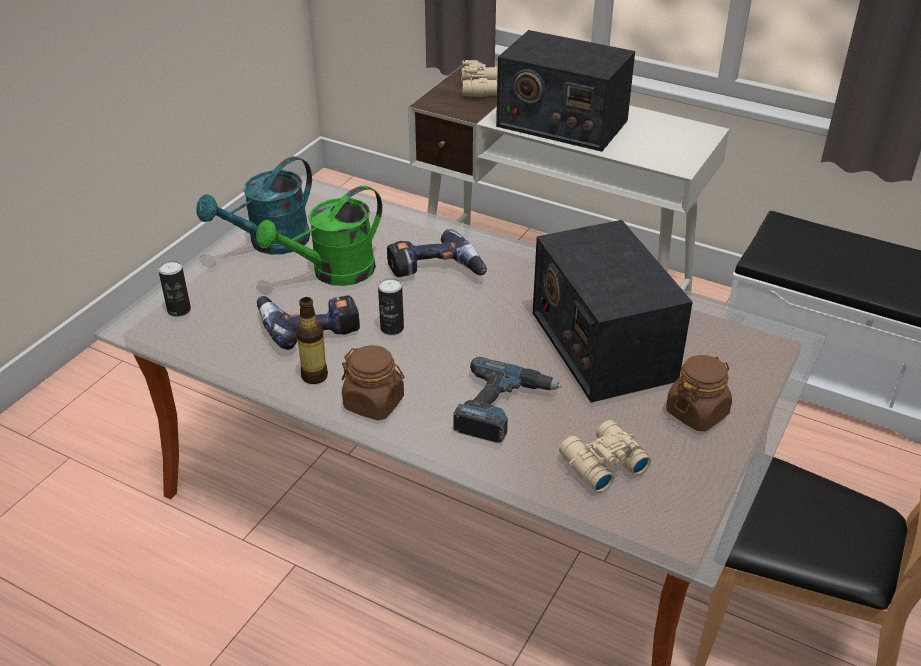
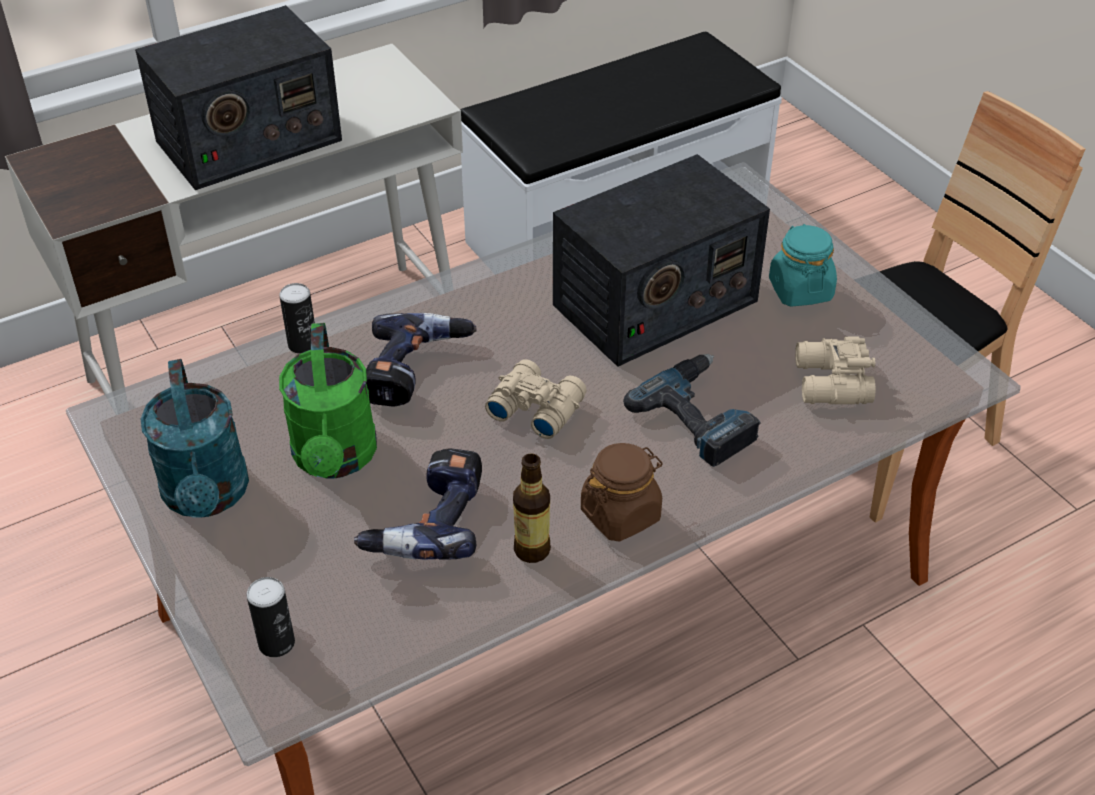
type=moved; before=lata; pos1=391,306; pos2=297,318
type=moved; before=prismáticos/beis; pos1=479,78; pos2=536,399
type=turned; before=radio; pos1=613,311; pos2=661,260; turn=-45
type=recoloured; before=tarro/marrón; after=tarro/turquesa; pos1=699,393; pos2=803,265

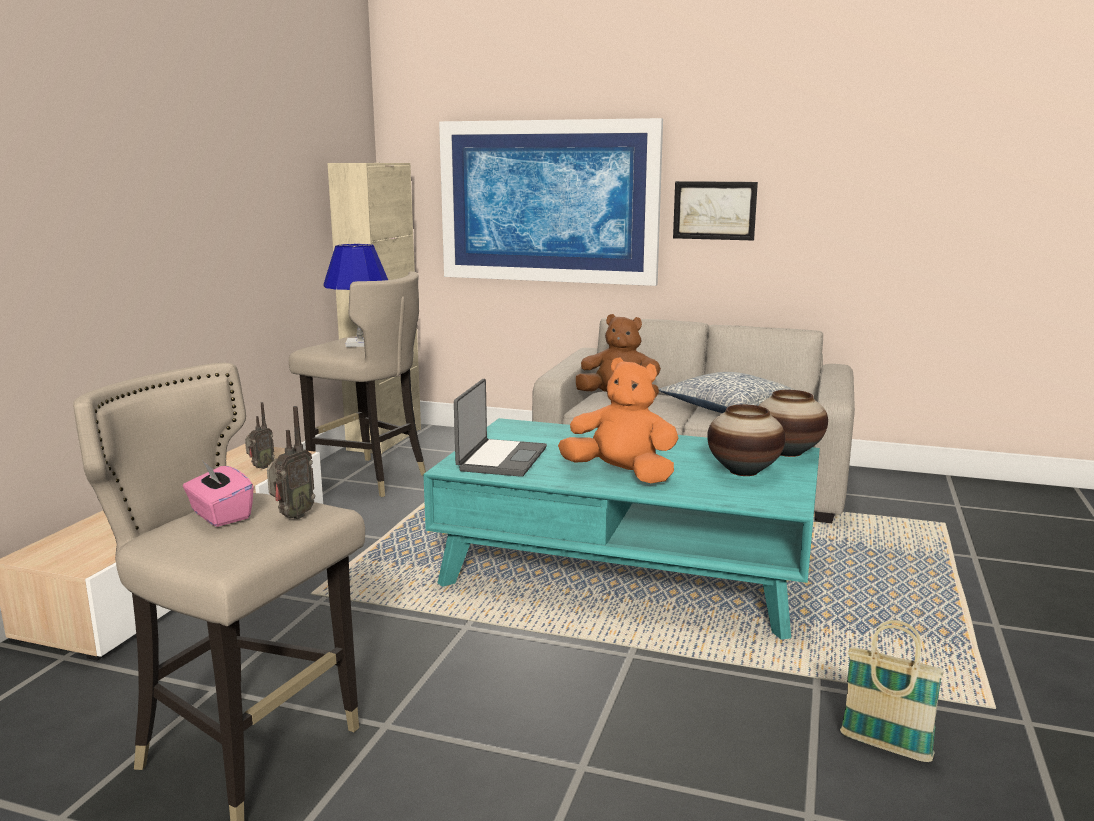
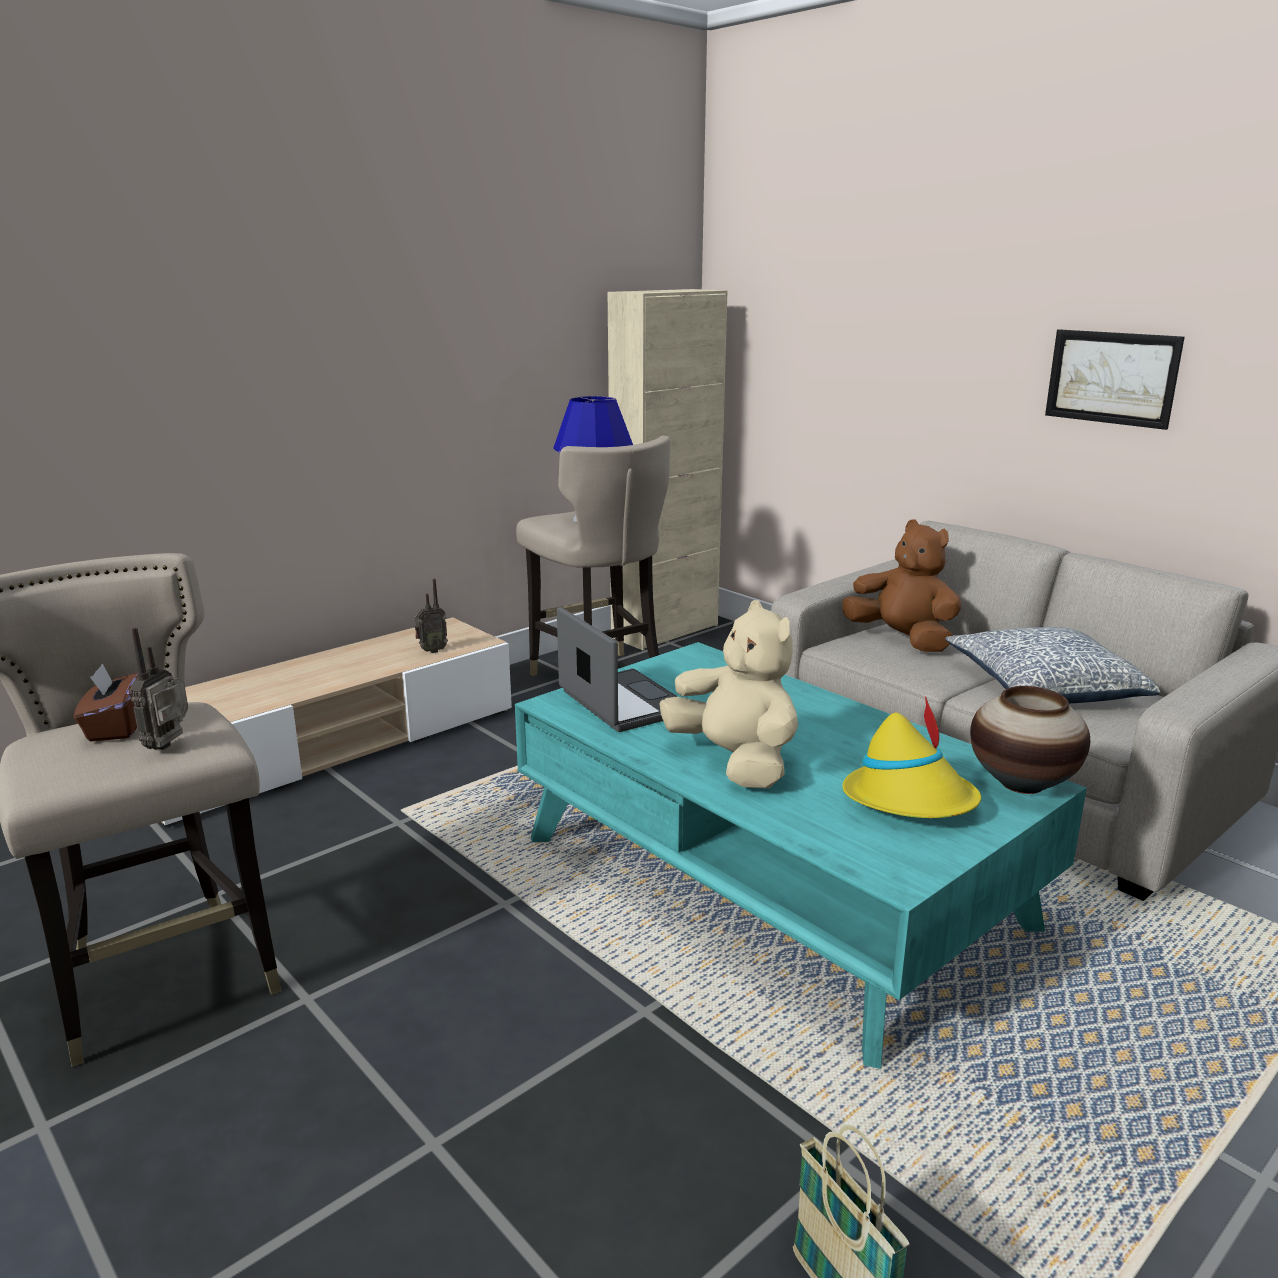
type=recoloured; before=caja de pañuelos/rosa; after=caja de pañuelos/marrón; pos1=218,493; pos2=106,702
type=turned; before=radio; pos1=291,462; pos2=159,688; turn=135
type=turned; before=portátil; pos1=500,428; pos2=617,669; turn=-75
type=recoloured; before=peluche/naranja; after=peluche/beis; pos1=618,420; pos2=729,694
type=replaced; before=florero; after=sombrero/amarillo; pos1=746,440; pos2=911,757
type=removed; before=cuadro; pos1=551,202

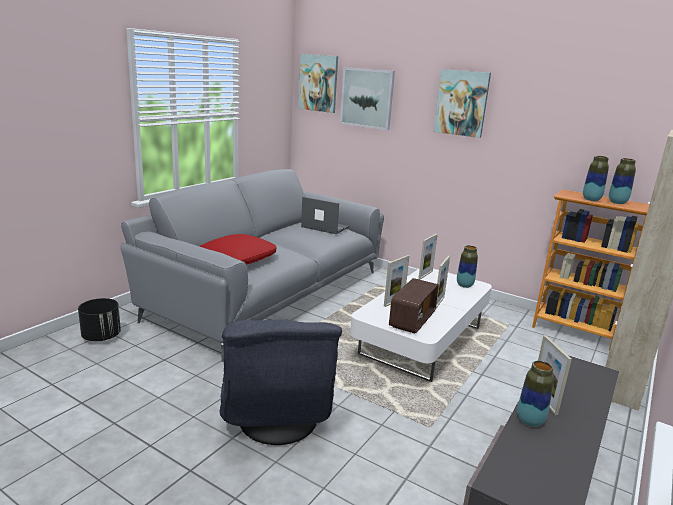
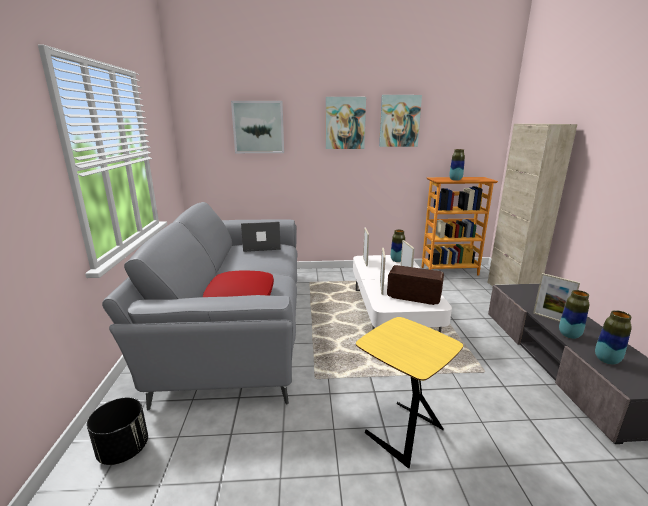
type=replaced; before=sillón/gris; after=mesa auxiliar/amarillo; pos1=280,382; pos2=409,392
type=moved; before=cuadro; pos1=318,83; pos2=400,121
type=turned; before=radio; pos1=414,306; pos2=415,285; turn=-60
type=moved; before=florero; pos1=622,181; pos2=613,337

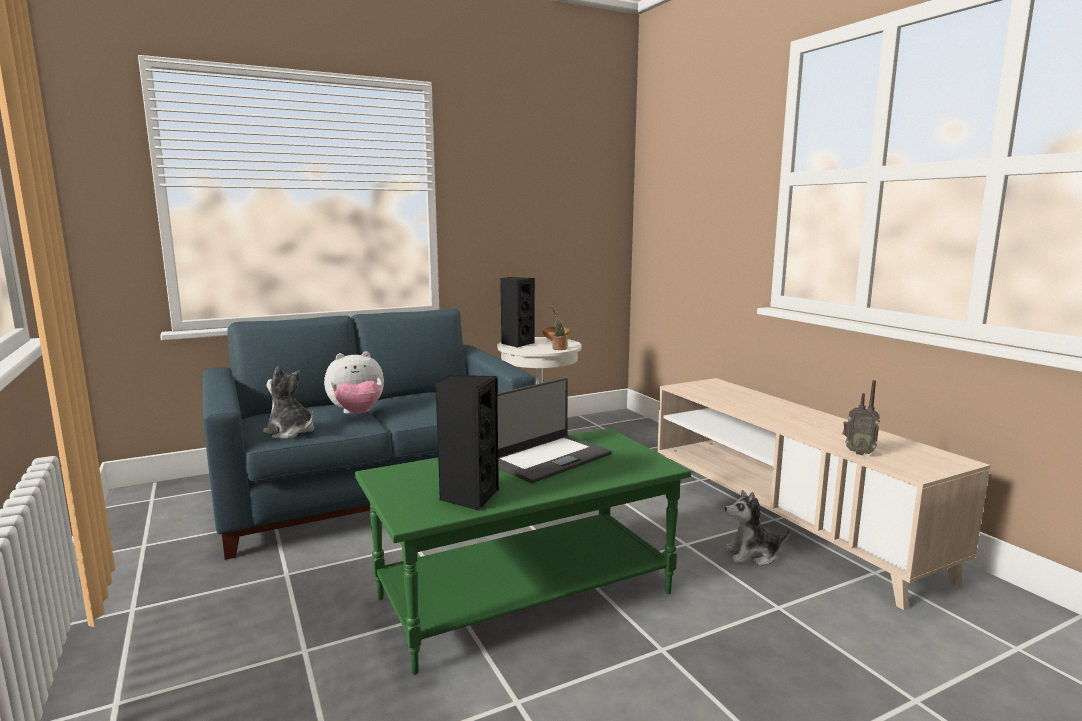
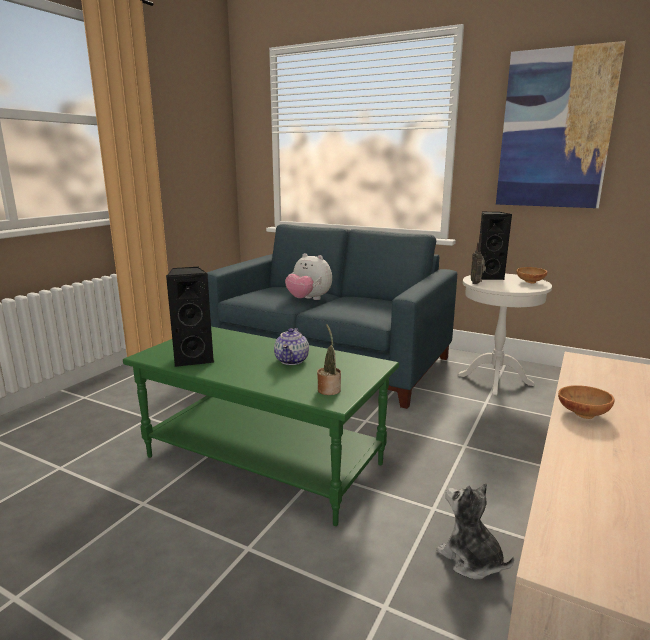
type=replaced; before=portátil; after=tetera; pos1=554,430; pos2=291,346
type=moved; before=planta en maceta; pos1=559,328; pos2=329,359
type=moved; before=radio; pos1=861,417; pos2=478,259
type=added; after=cuadro; pos2=561,124
type=added; after=cuenco/marrón; pos2=586,402
type=removed; before=peluche; pos1=288,402

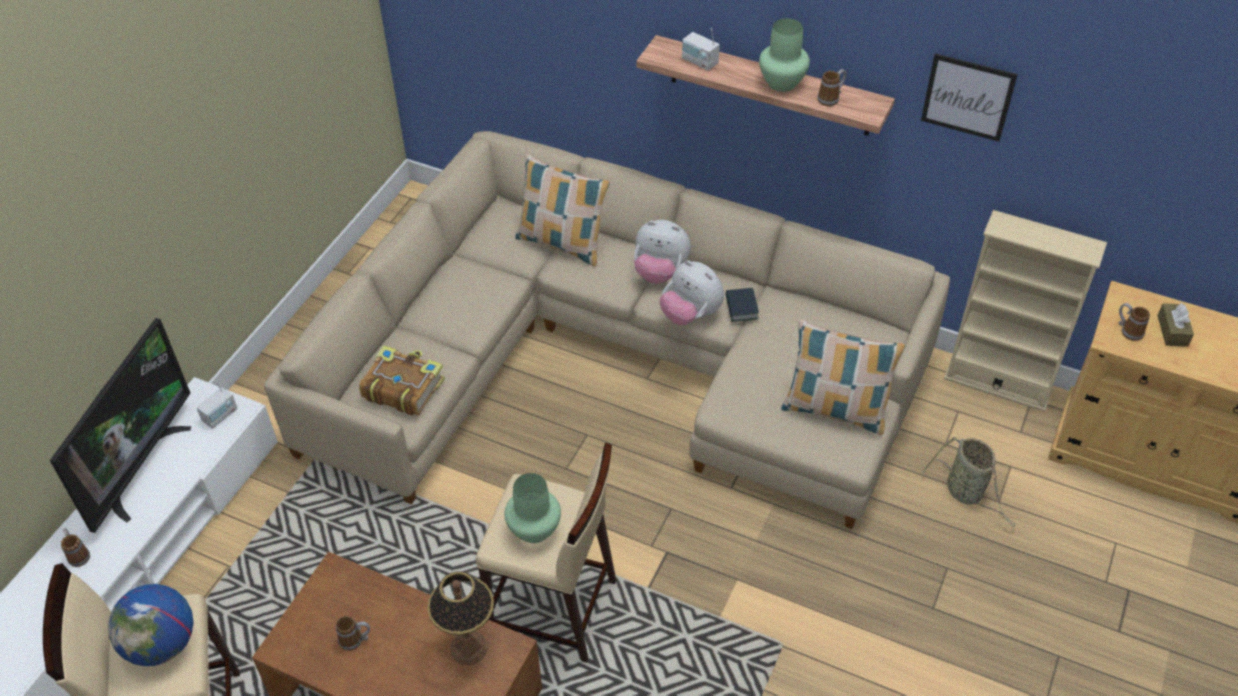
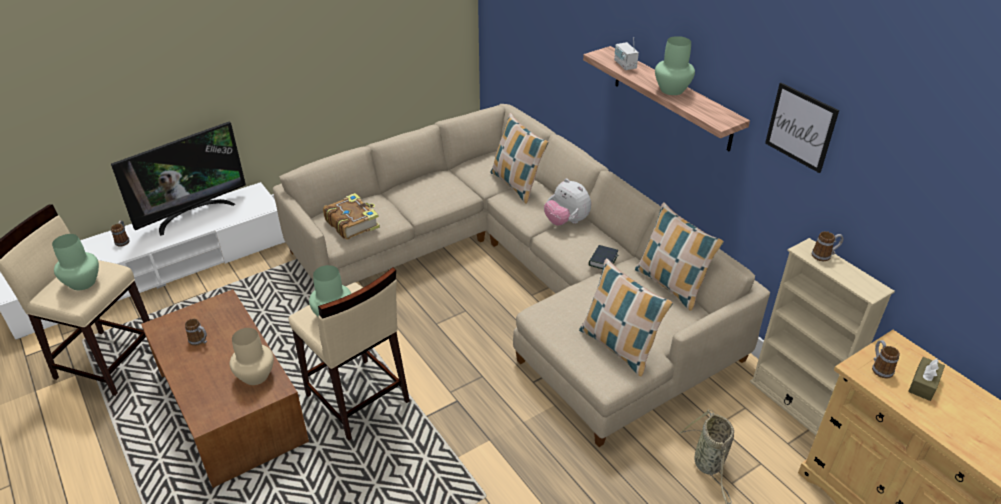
type=replaced; before=globo terráqueo; after=florero/verde; pos1=151,625; pos2=75,262
type=replaced; before=lámpara de mesa; after=florero/beis; pos1=460,618; pos2=252,356
type=added; after=cojín; pos2=679,256
type=moved; before=taza grande; pos1=832,87; pos2=827,246
type=removed; before=radio; pos1=216,405
type=removed; before=peluche; pos1=692,292

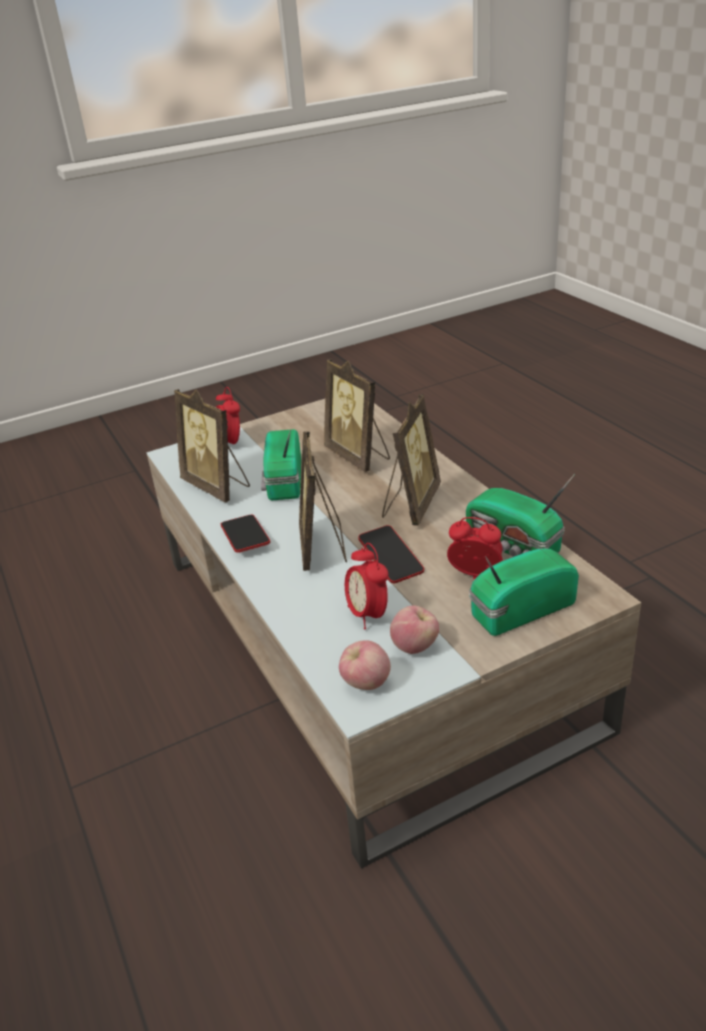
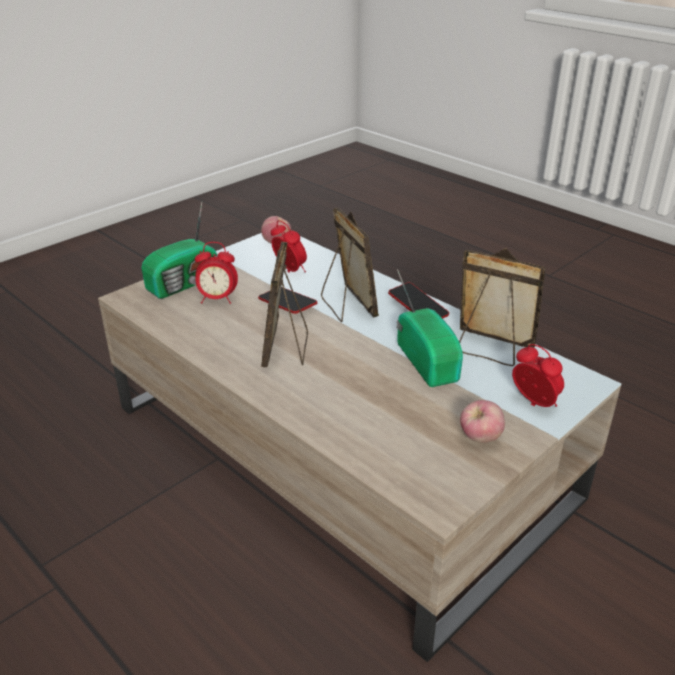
type=moved; before=manzana; pos1=414,629; pos2=482,421
type=removed; before=portarretratos; pos1=357,415
type=removed; before=radio; pos1=520,515

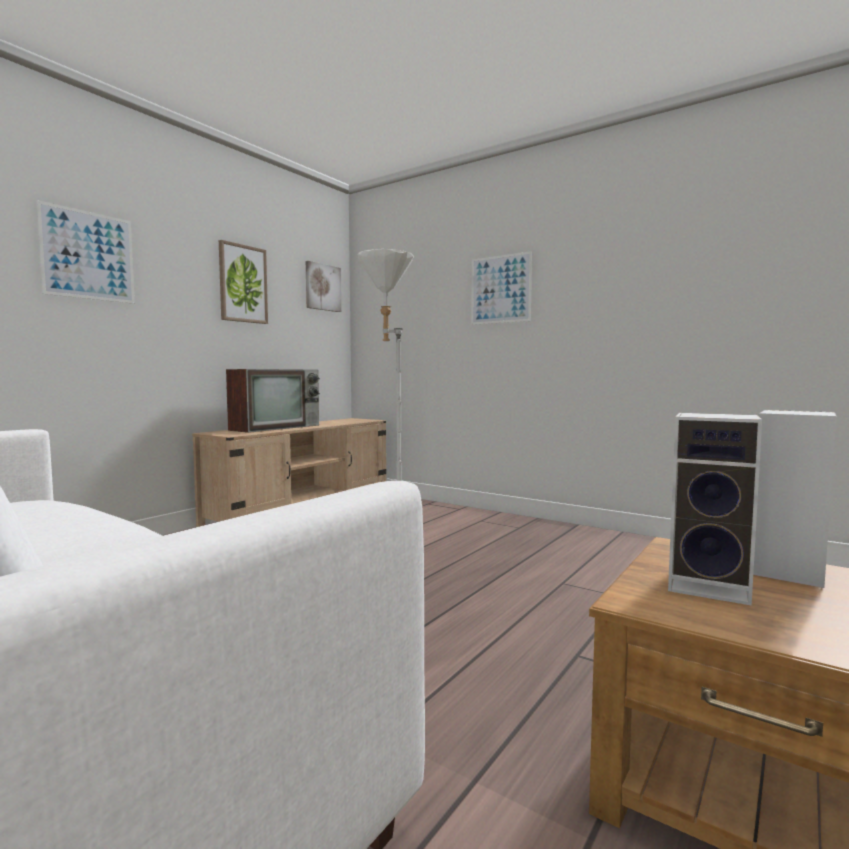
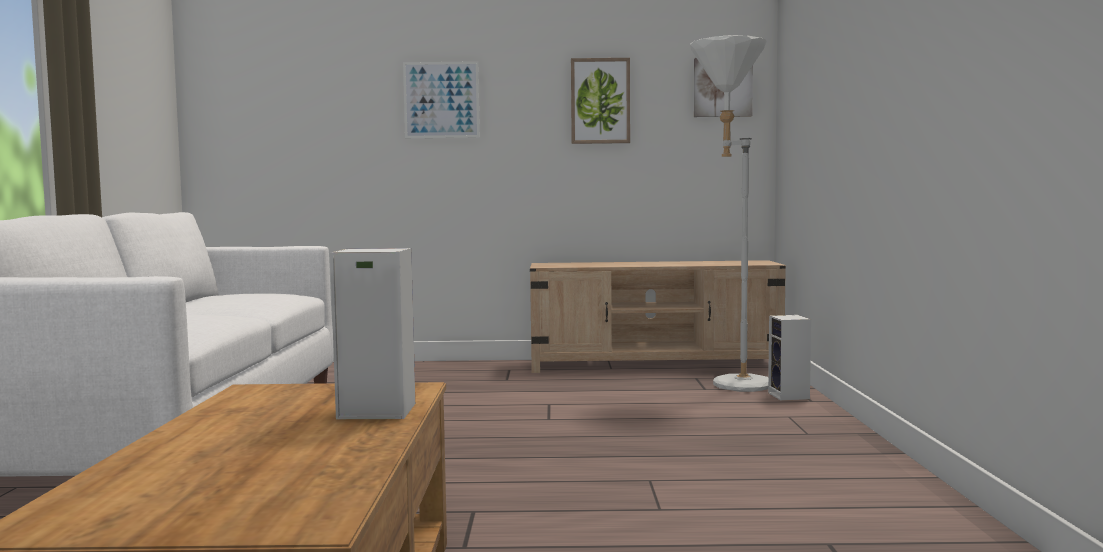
type=moved; before=altavoz; pos1=715,509; pos2=789,358
type=removed; before=televisor; pos1=273,401
type=removed; before=cuadro; pos1=501,288

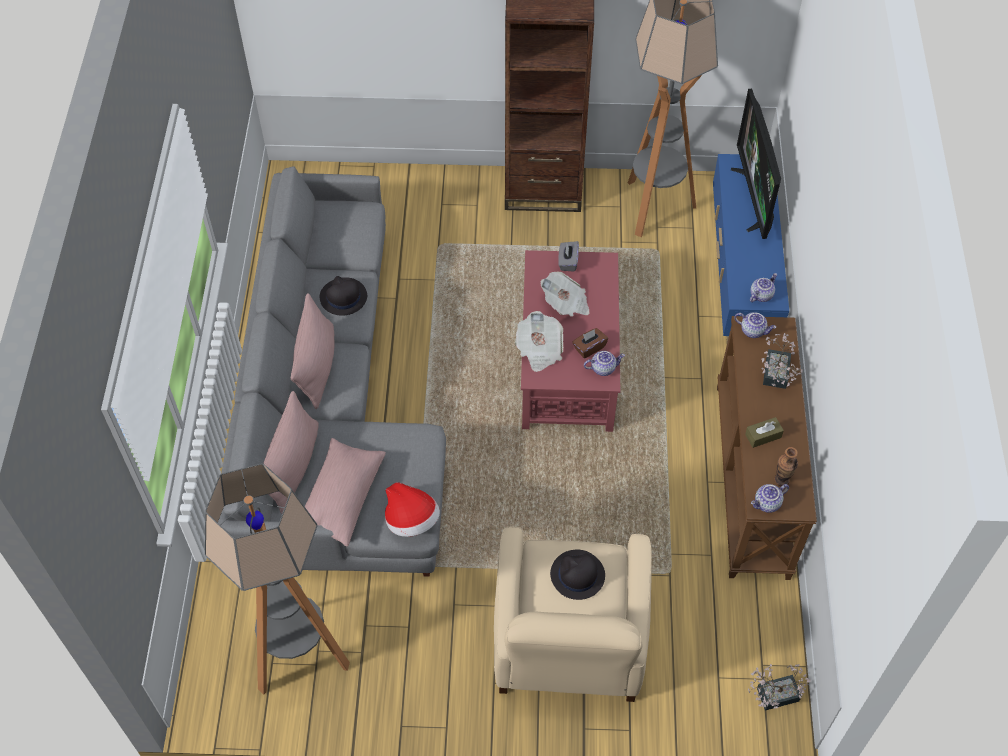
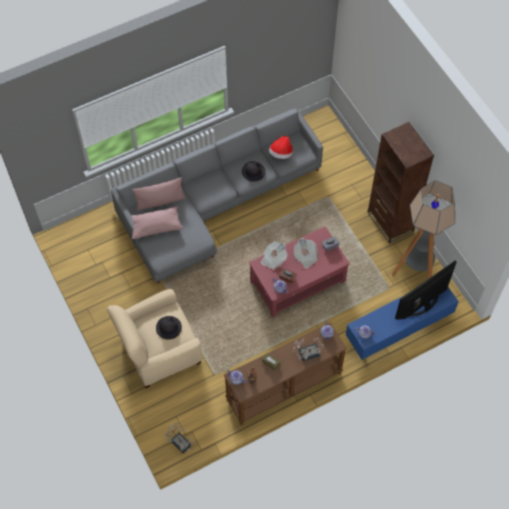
type=moved; before=sombrero; pos1=412,509; pos2=281,147
type=removed; before=lámpara de pie; pos1=277,579
type=removed; before=cojín/rosa; pos1=312,351

